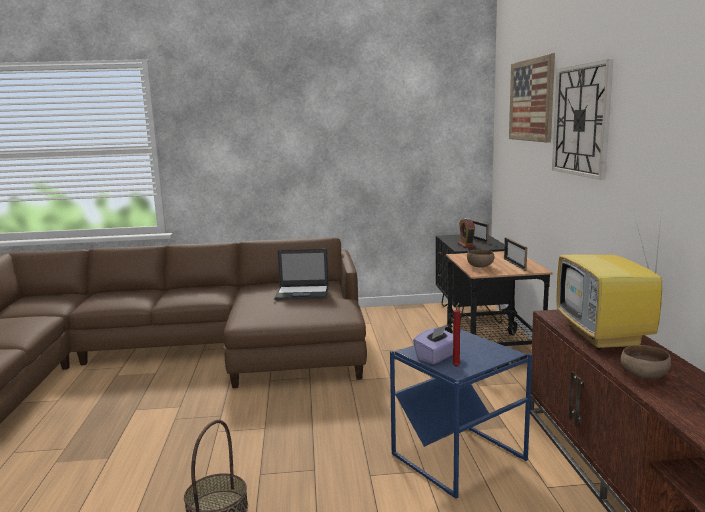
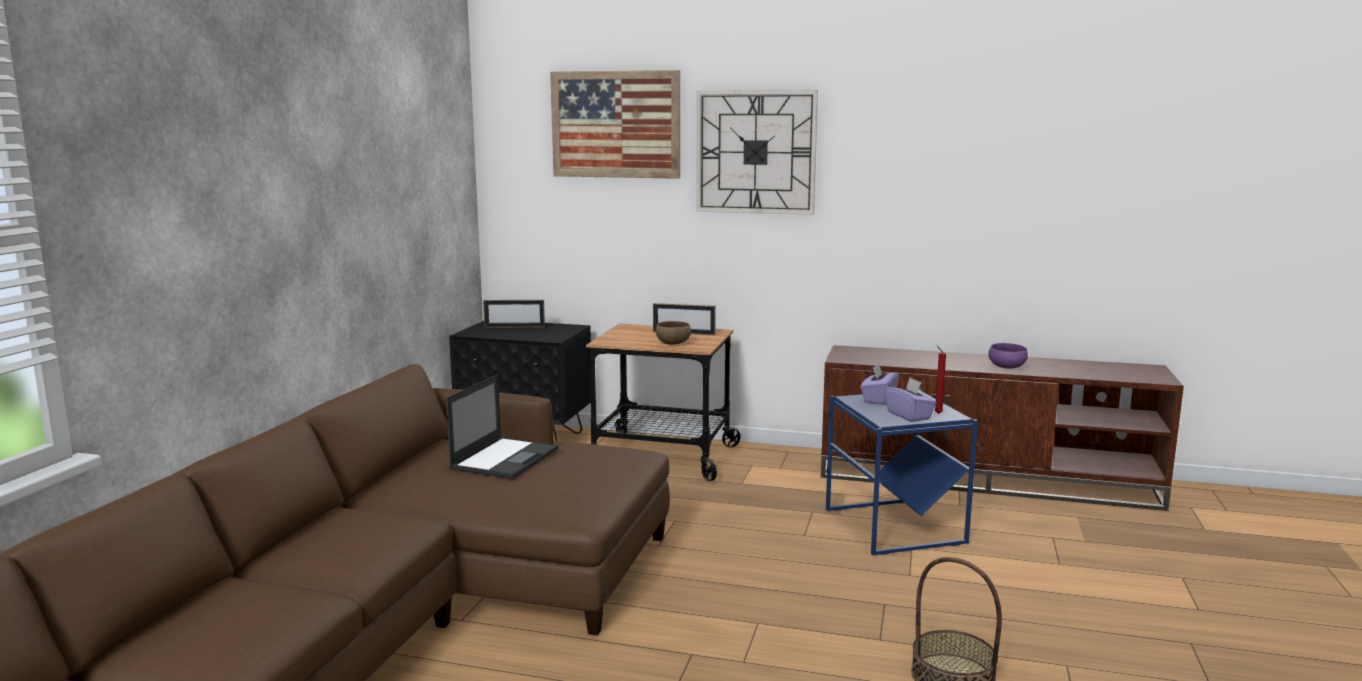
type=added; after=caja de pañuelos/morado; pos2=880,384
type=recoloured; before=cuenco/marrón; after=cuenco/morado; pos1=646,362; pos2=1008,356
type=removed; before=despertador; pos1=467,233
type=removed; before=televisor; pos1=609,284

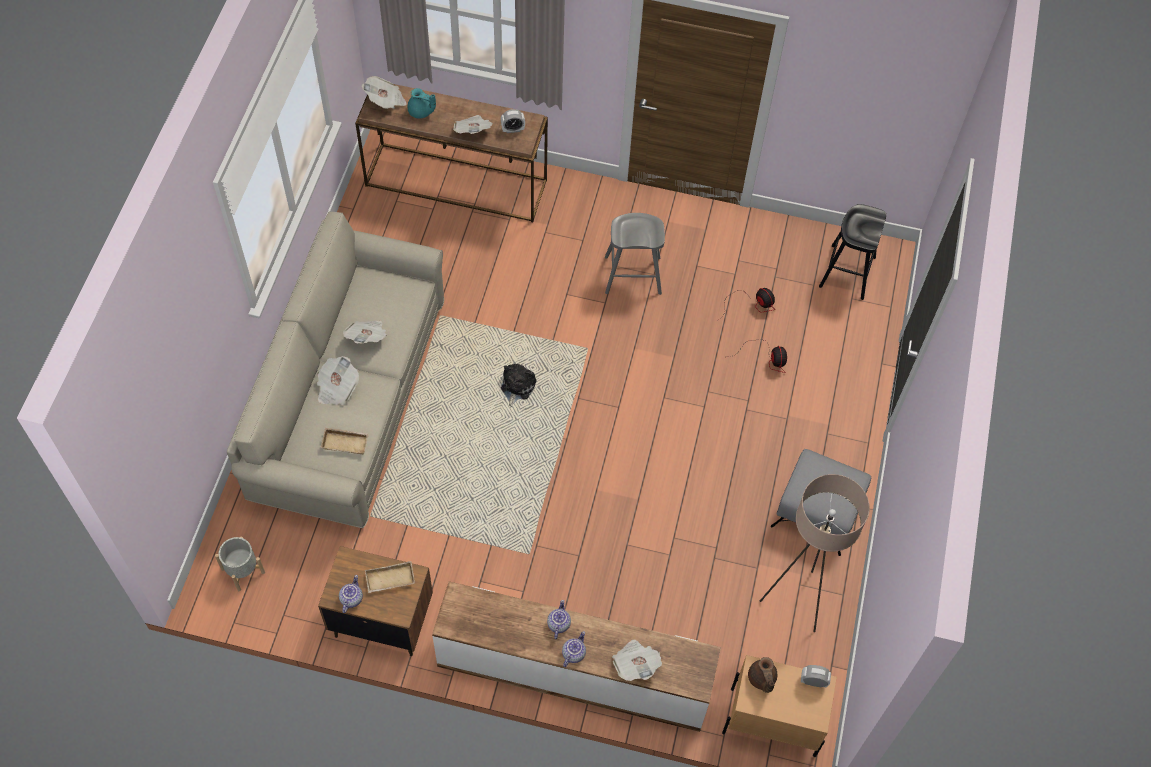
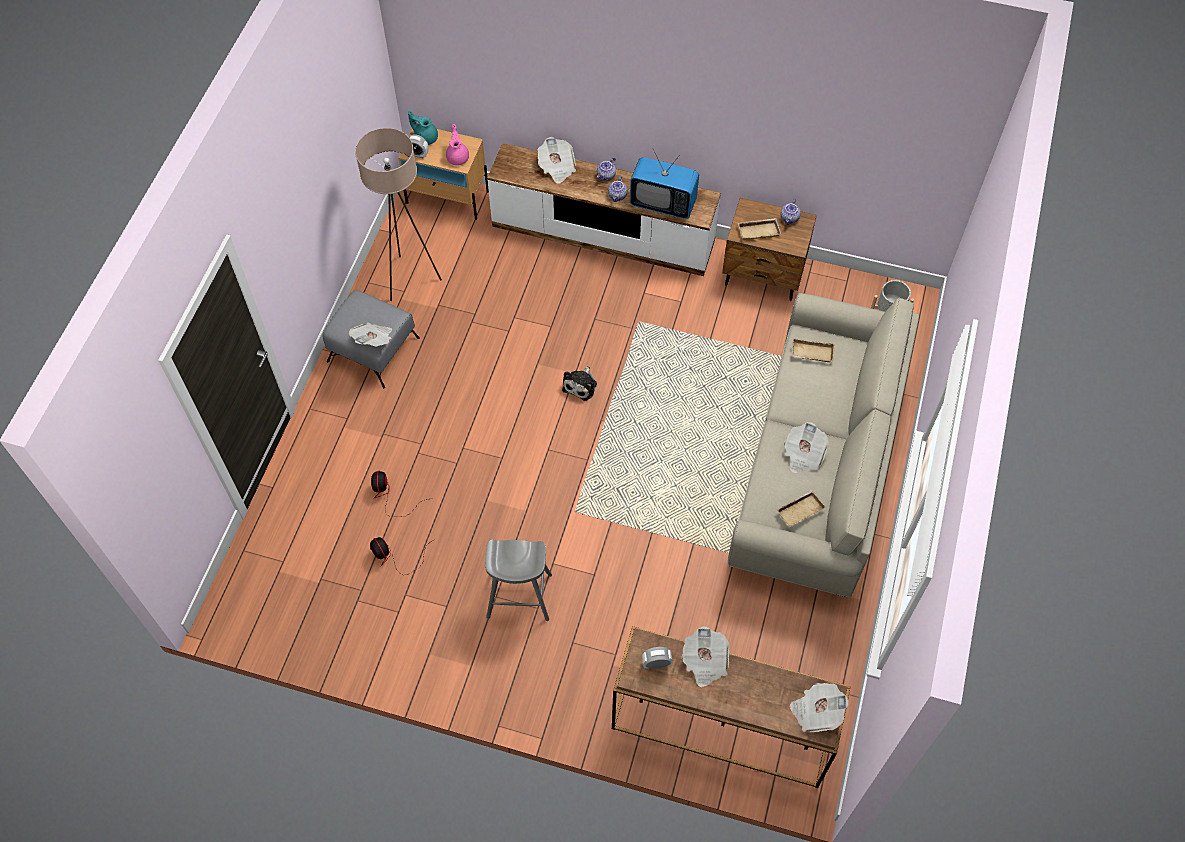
type=moved; before=periódico; pos1=338,380; pos2=370,334
type=moved; before=tetera/turquesa; pos1=422,103; pos2=423,128
type=recoloured; before=tetera/marrón; after=tetera/rosa; pos1=762,675; pos2=457,145
type=moved; before=peluche; pos1=519,385; pos2=579,383
type=added; after=televisor; pos2=664,184
type=added; after=bandeja/beis; pos2=801,508
type=removed; before=taburete/negro; pos1=852,252

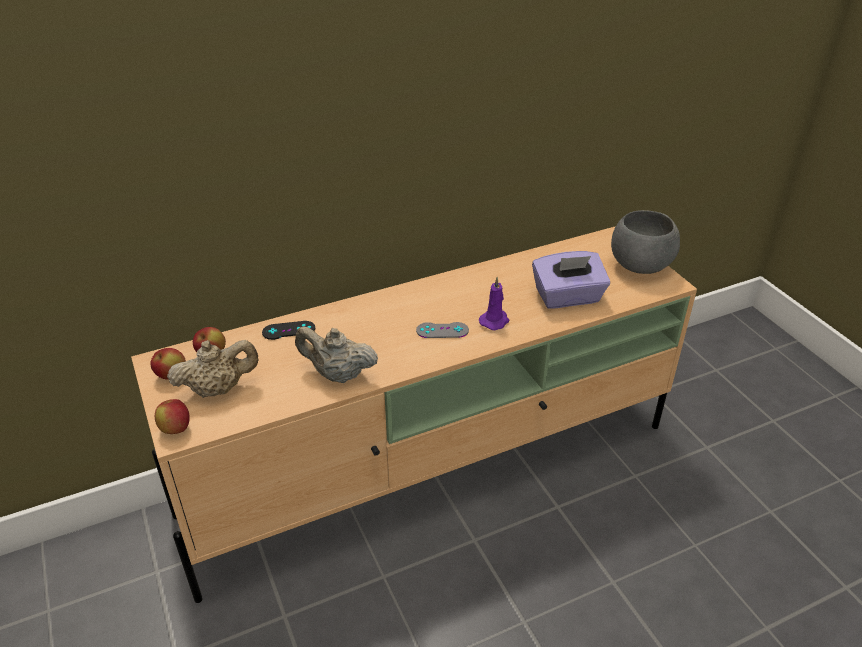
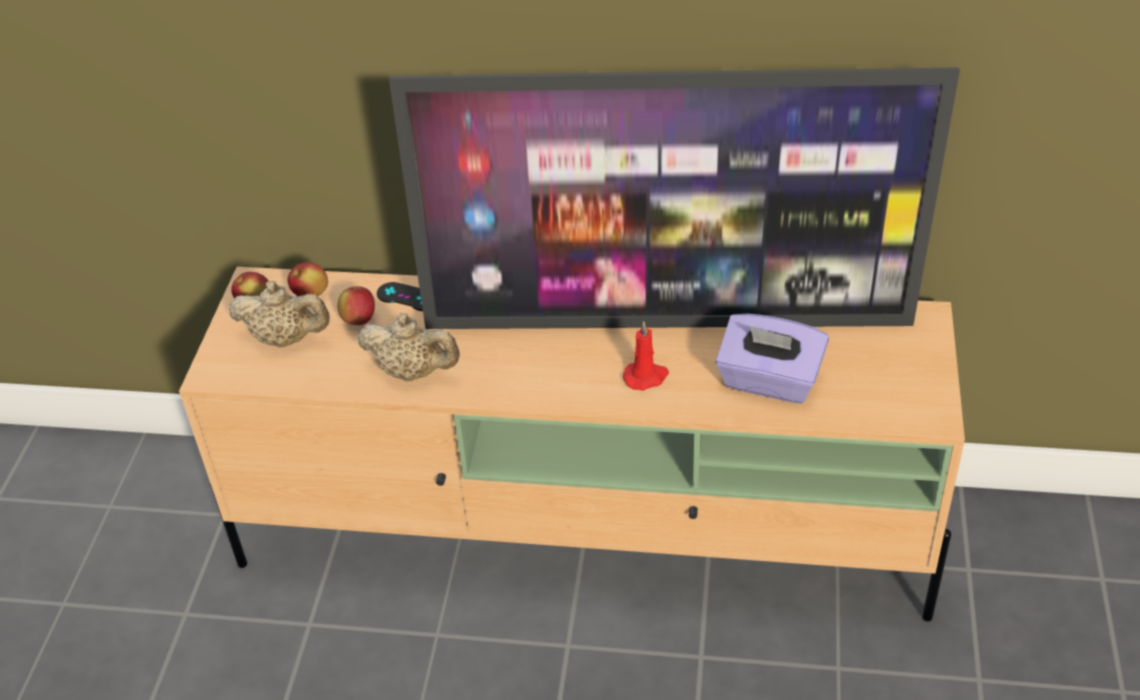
type=moved; before=manzana; pos1=172,416; pos2=356,305
type=turned; before=tetera/beis; pos1=336,354; pos2=409,347; turn=150
type=added; after=televisor; pos2=674,198
type=recoloured; before=vela/morado; after=vela/rojo; pos1=494,303; pos2=646,356
type=removed; before=mando de consola/gris; pos1=442,330
type=removed; before=cuenco/gris; pos1=645,242

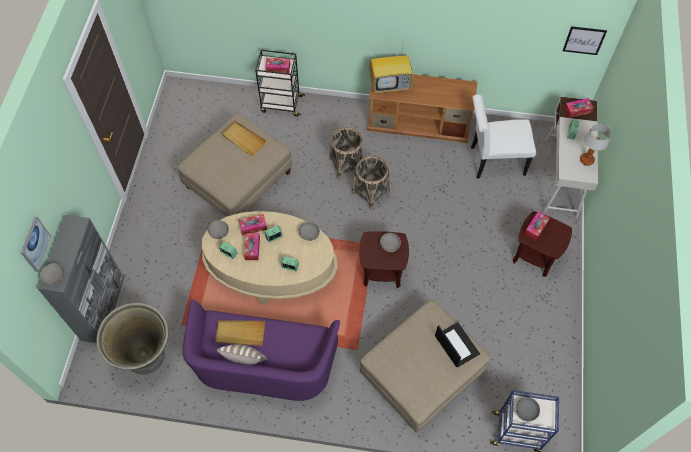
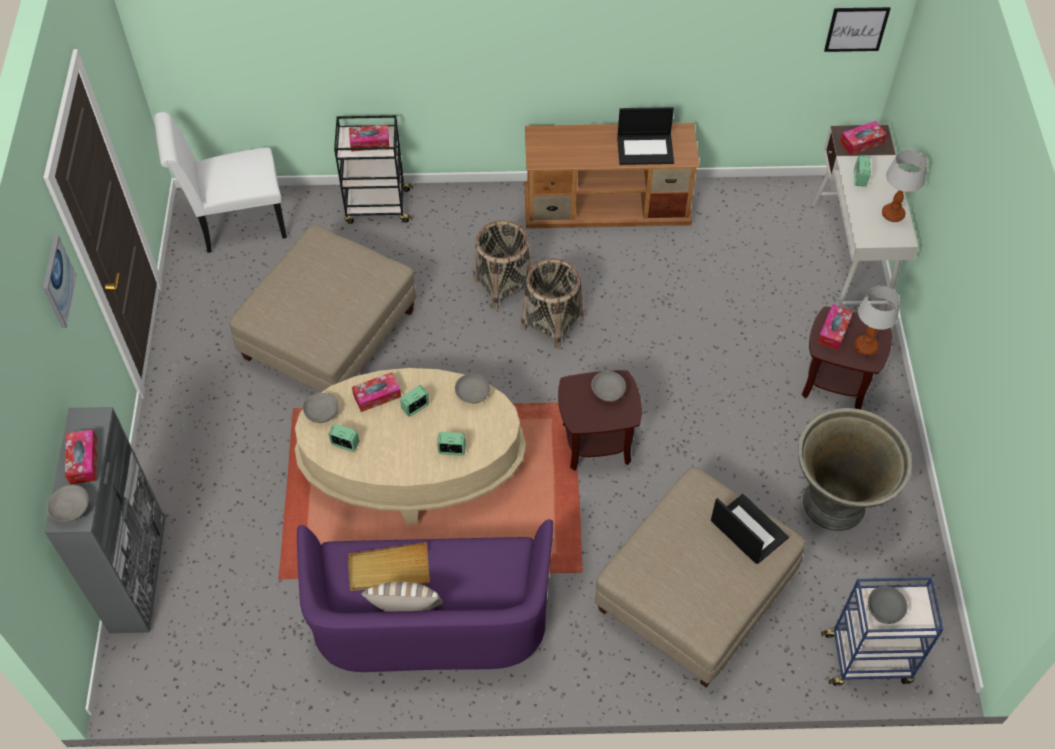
type=moved; before=cuadro; pos1=36,244; pos2=60,282
type=moved; before=caja de pañuelos; pos1=252,246; pos2=81,456
type=moved; before=silla/blanco; pos1=503,136; pos2=220,182
type=added; after=portátil; pos2=645,136
type=moved; before=maceta/gris; pos1=132,338; pos2=855,469
type=added; after=lámpara de mesa; pos2=877,321
type=removed; before=bandeja/beis; pos1=243,138
type=removed; before=televisor; pos1=391,69

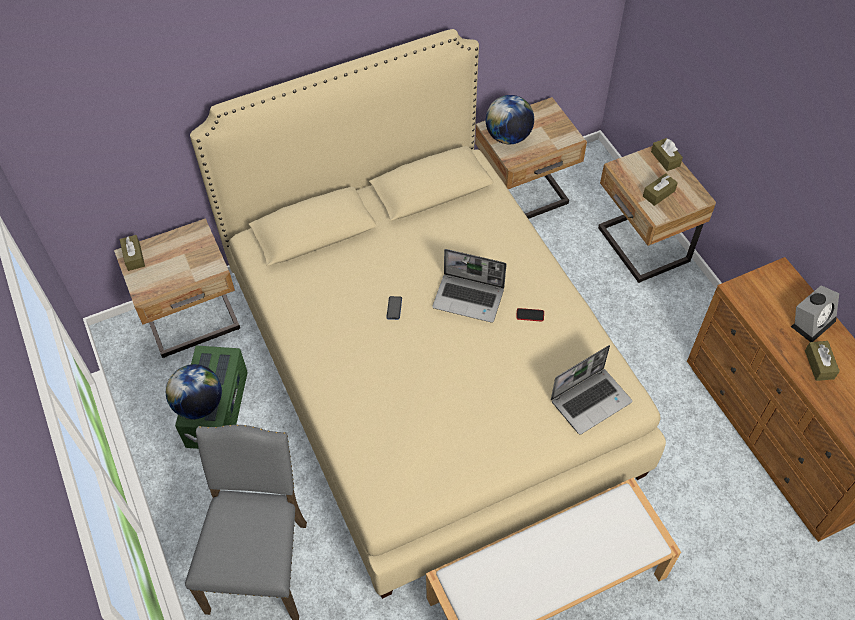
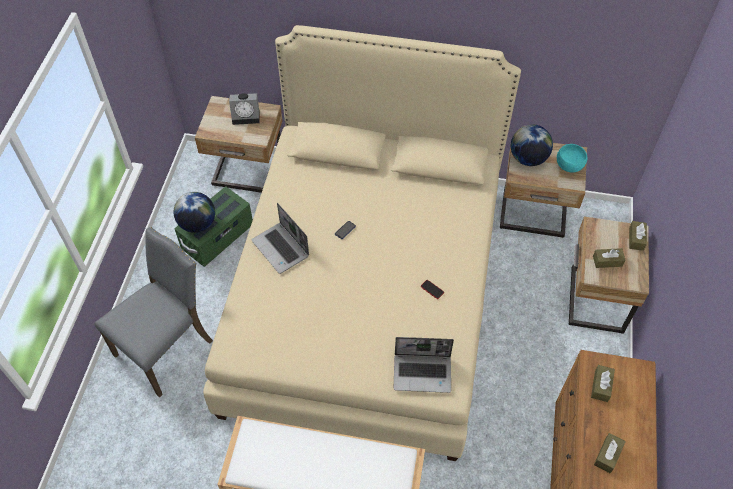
type=moved; before=despertador; pos1=815,313; pos2=244,109
type=moved; before=portátil; pos1=469,286; pos2=280,238
type=added; after=cuenco/turquesa; pos2=572,158
type=moved; before=caja de pañuelos/marrón; pos1=132,253; pos2=603,383

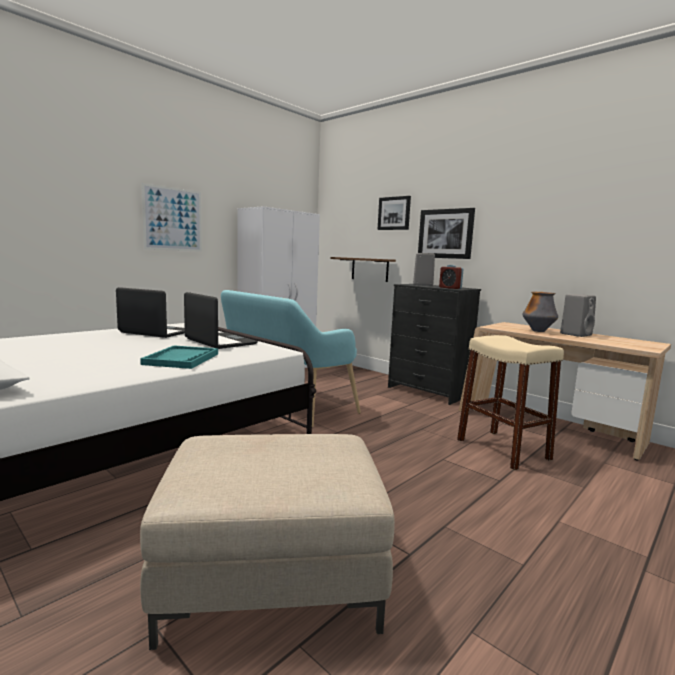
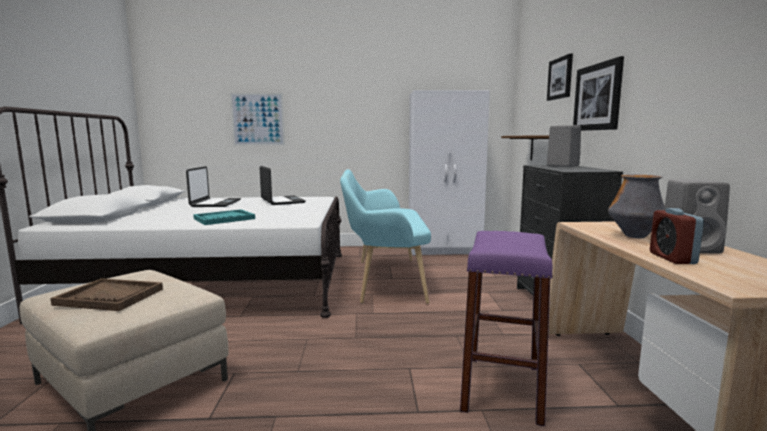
type=added; after=bandeja/marrón; pos2=106,294
type=moved; before=portátil; pos1=221,320; pos2=213,186
type=moved; before=cuadro; pos1=172,217; pos2=257,119
type=recoloured; before=taburete/beis; after=taburete/morado; pos1=510,402; pos2=506,328
type=moved; before=despertador; pos1=451,277; pos2=677,236

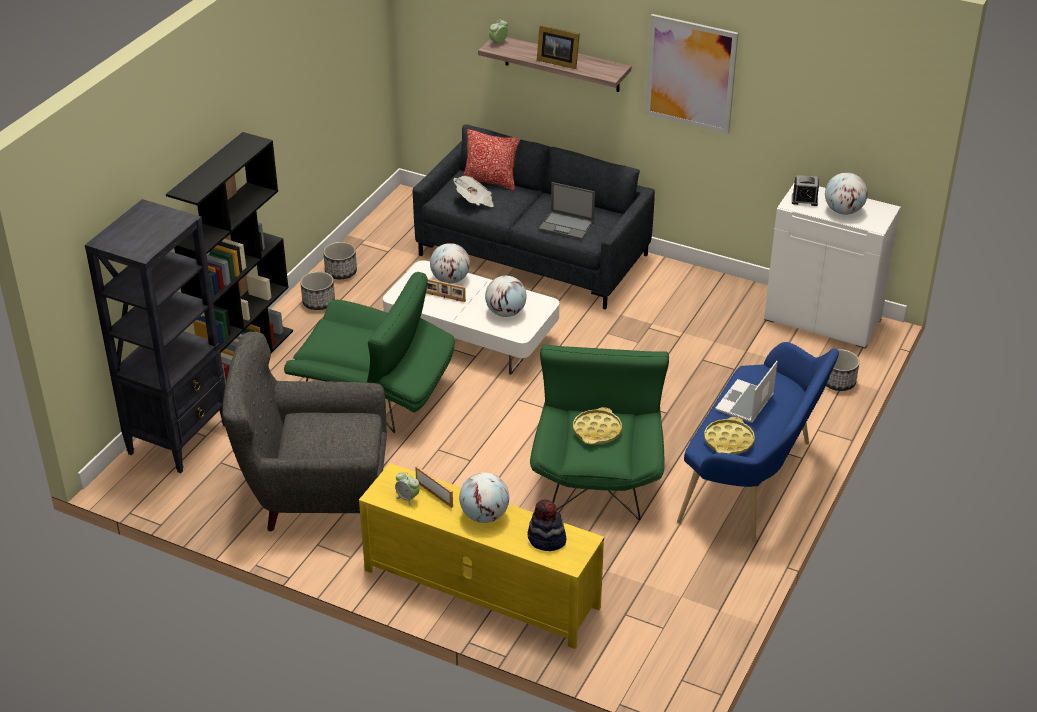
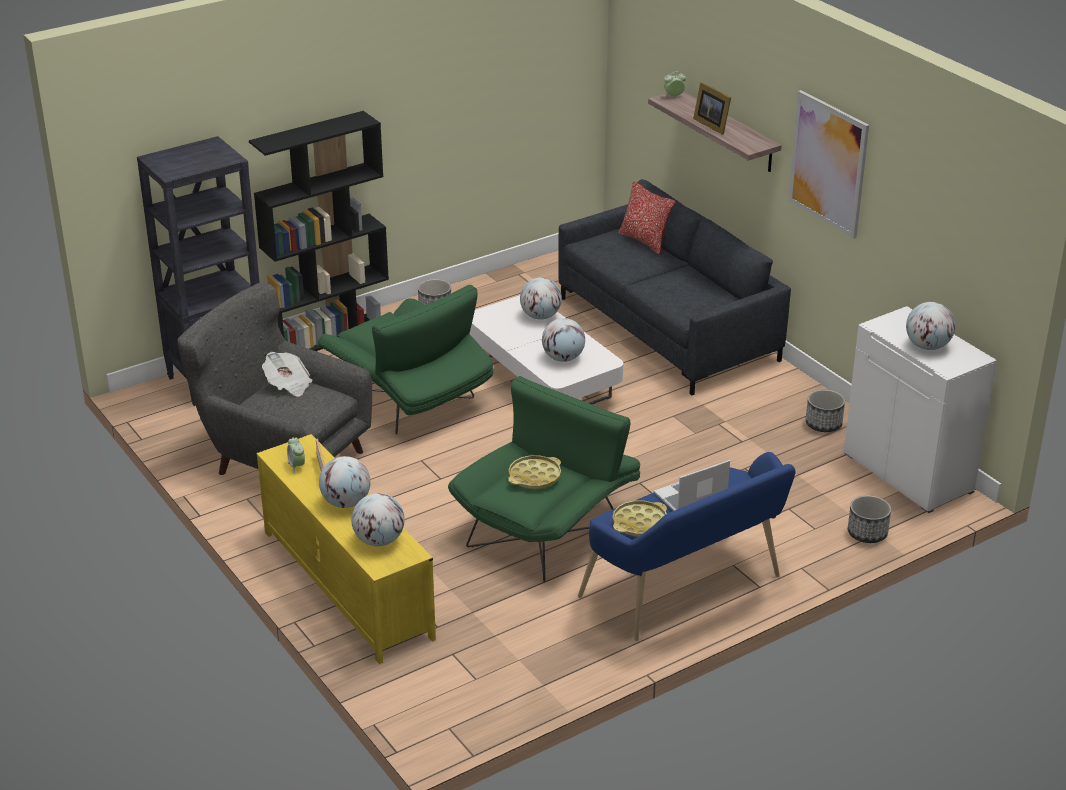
type=moved; before=periódico; pos1=473,191; pos2=287,374
type=replaced; before=sombrero; after=globo terráqueo; pos1=547,525; pos2=378,519
type=moved; before=maceta; pos1=340,260; pos2=825,410
type=removed; before=portarretratos; pos1=446,290
type=removed; before=portátil; pos1=567,210
type=removed; before=despertador; pos1=805,190

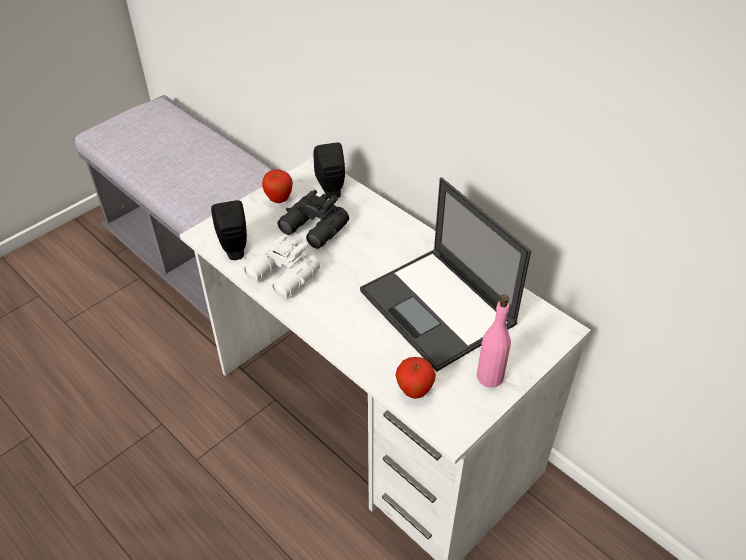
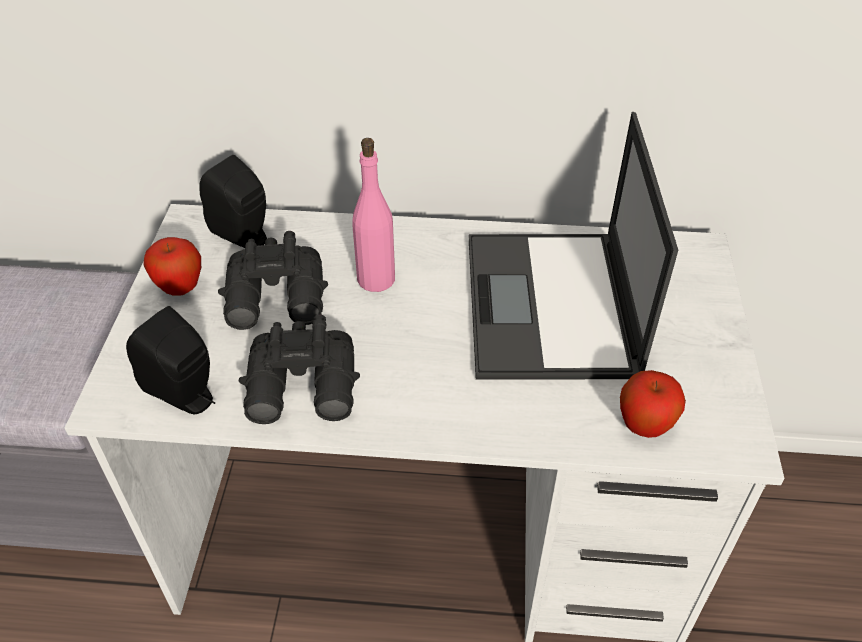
type=recoloured; before=prismáticos/blanco; after=prismáticos/negro; pos1=281,267; pos2=299,369
type=moved; before=botella/rosa; pos1=494,340; pos2=373,215
type=turned; before=portátil; pos1=445,274; pos2=573,246; turn=75

